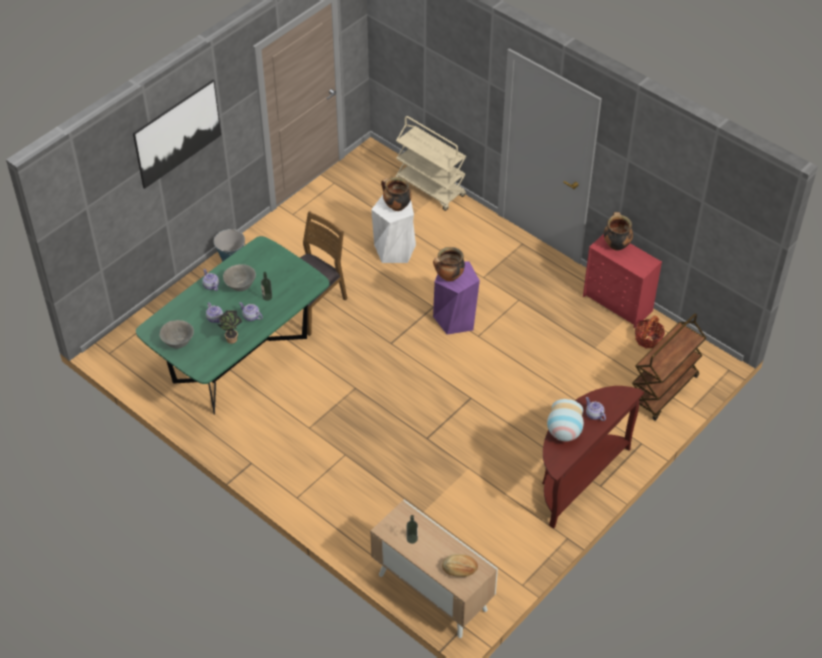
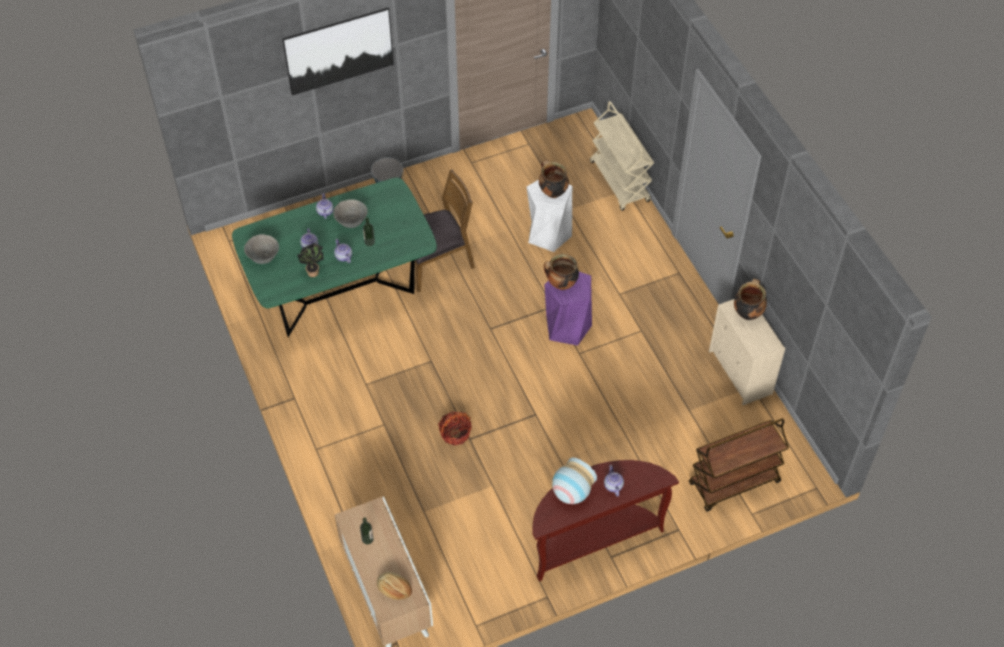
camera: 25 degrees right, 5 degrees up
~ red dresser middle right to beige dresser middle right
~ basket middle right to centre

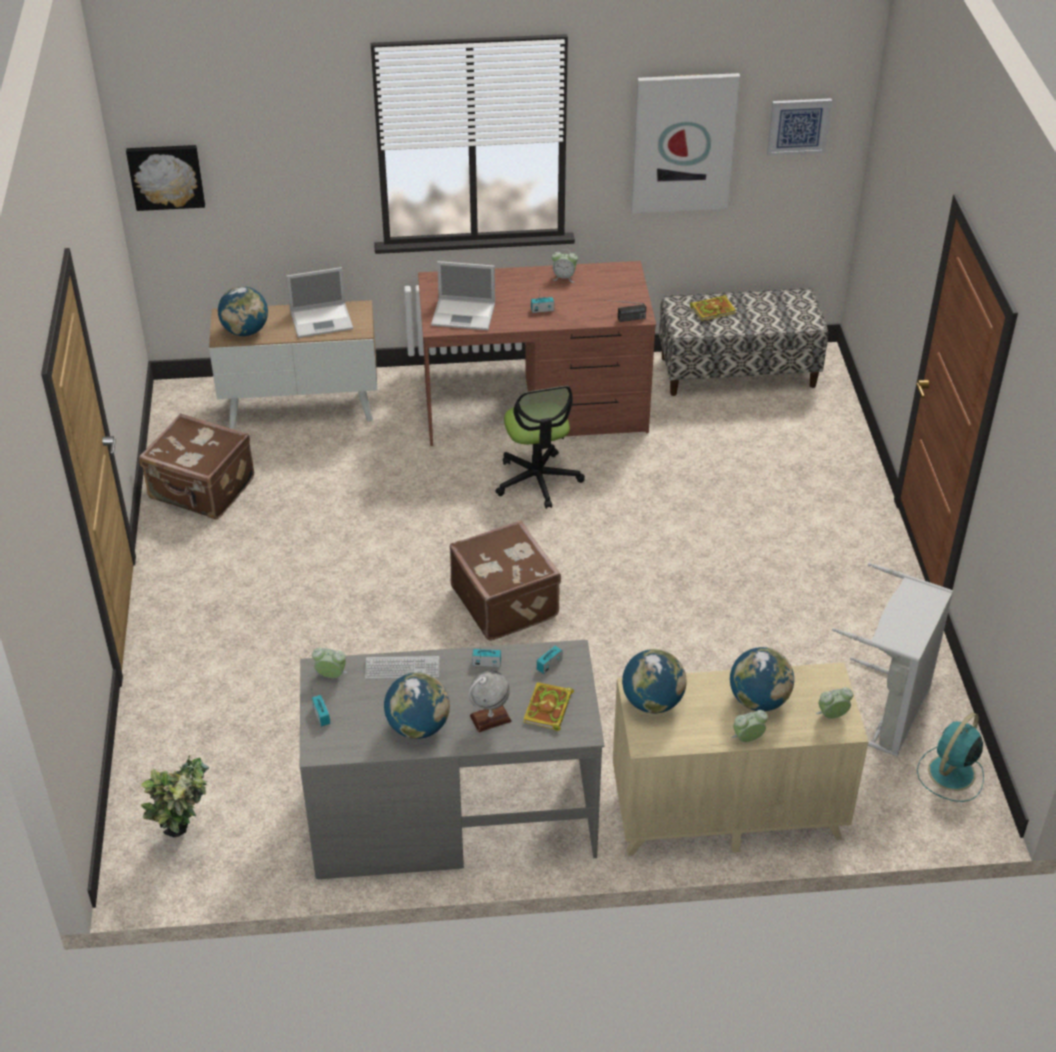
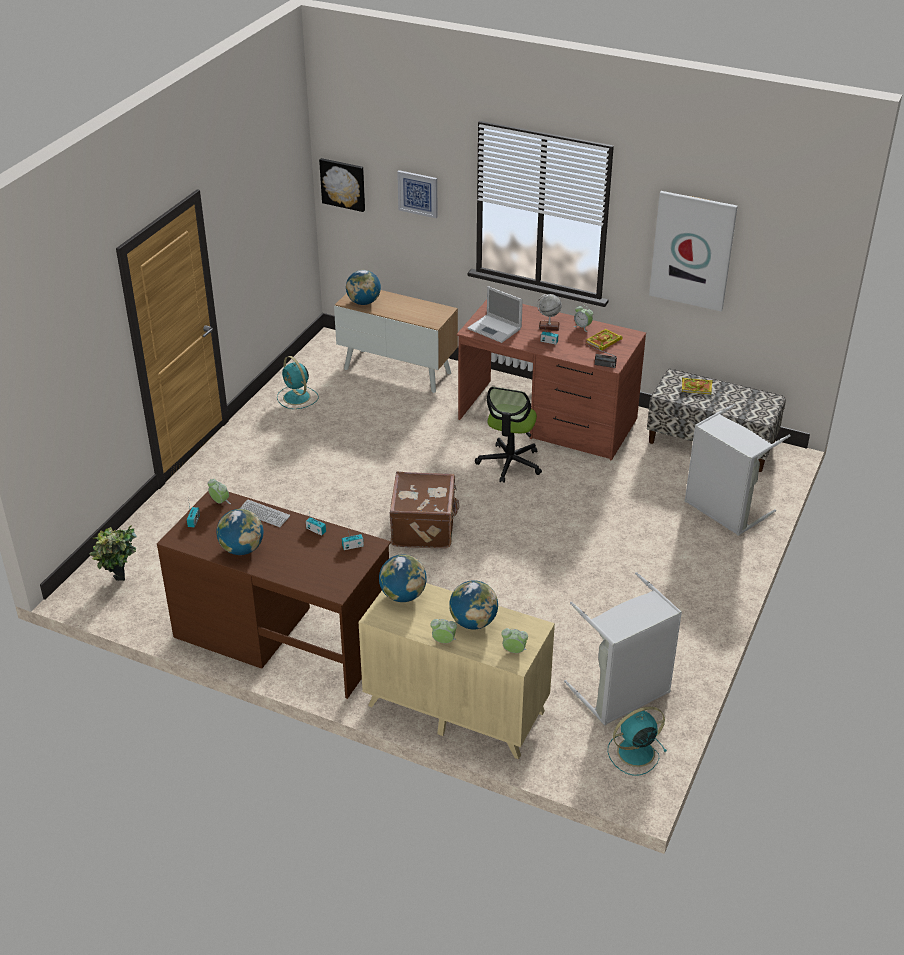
camera: 30 degrees right, 5 degrees down
~ brown suitcase (1st from left) middle left to turquoise fan (1st from left) middle left
- laptop (1st from left) top left
~ grey desk bottom centre to brown desk (1st from left) middle left
~ globe (3rd from left in the first image) centre to globe (5th from left) top centre
~ book (1st from left) bottom centre to middle right
~ picture (3rd from left in the first image) top right to picture (2nd from left) top centre
+ grey laundry basket (2nd from left) middle right

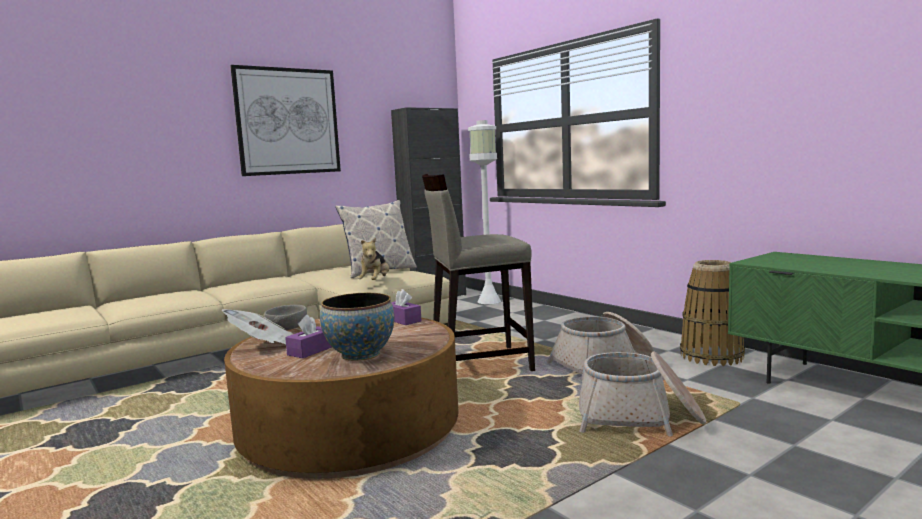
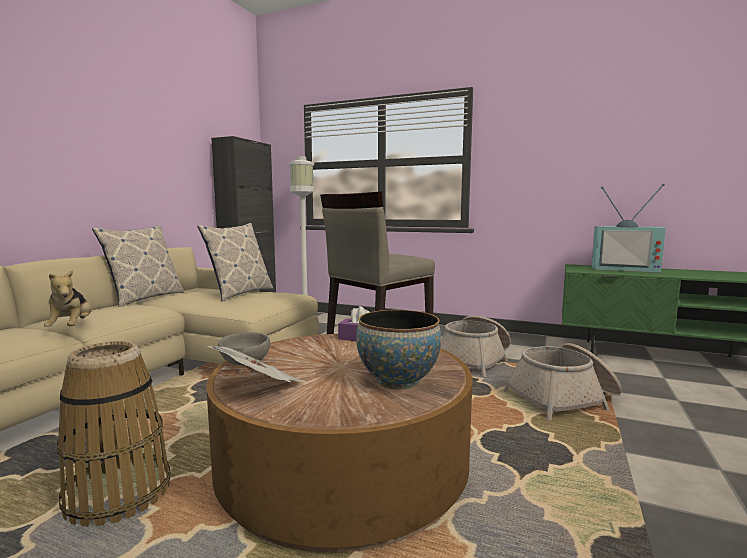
camera: 30 degrees left, 0 degrees up
- picture top left
- purple tissue box (1st from left) centre
~ plush toy centre to middle left
~ basket (3rd from left in the first image) middle right to basket (1st from left) bottom left
+ pillow (1st from left) middle left
+ television middle right

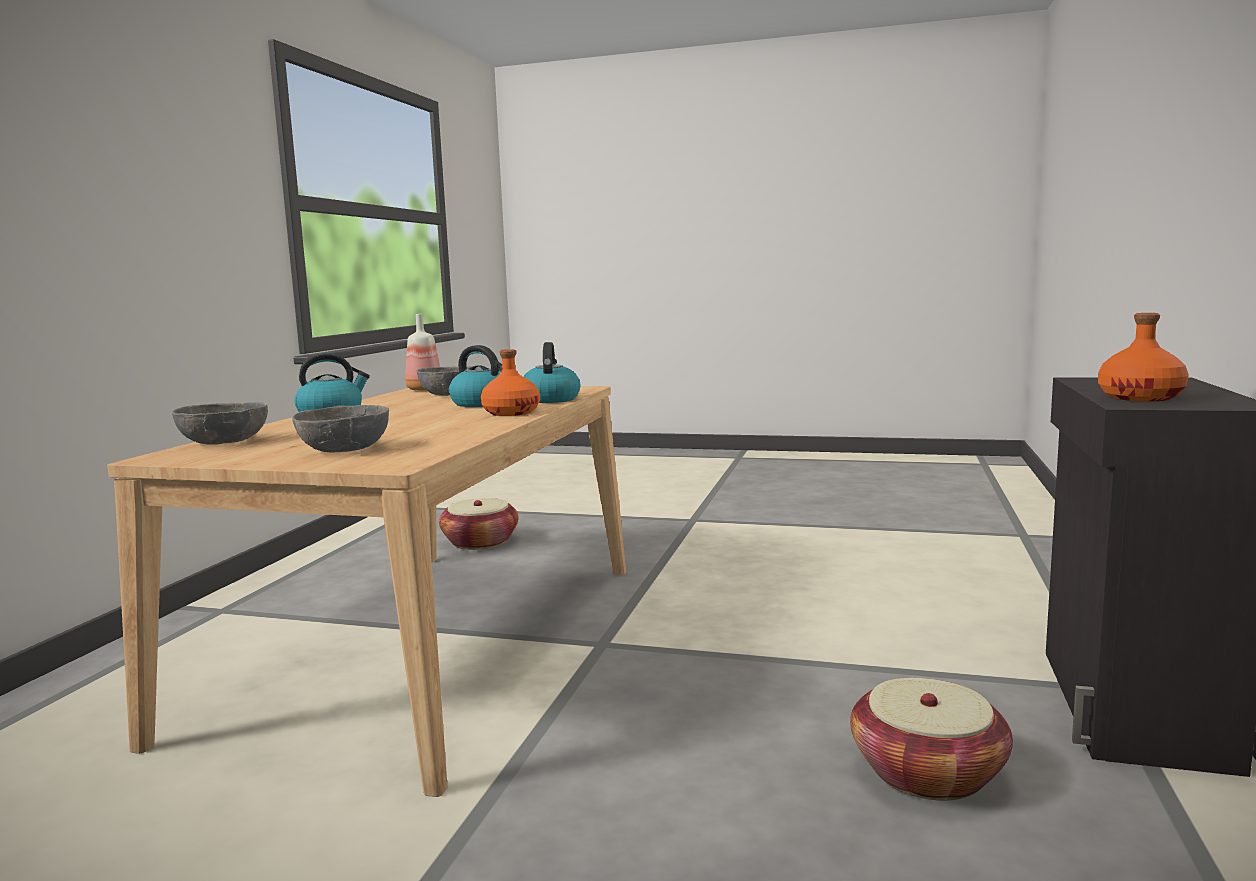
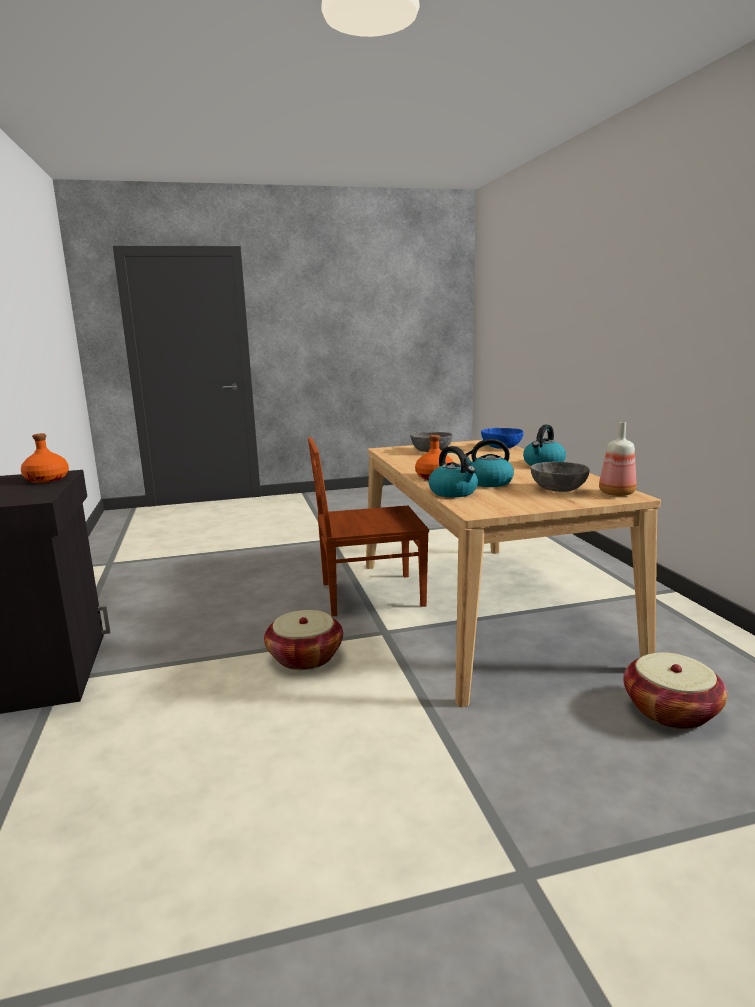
camera: 150 degrees right, 5 degrees up
~ grey bowl (1st from left) middle left to blue bowl centre
~ basket (2nd from left in the first image) bottom right to basket (1st from left) centre
+ brown chair centre

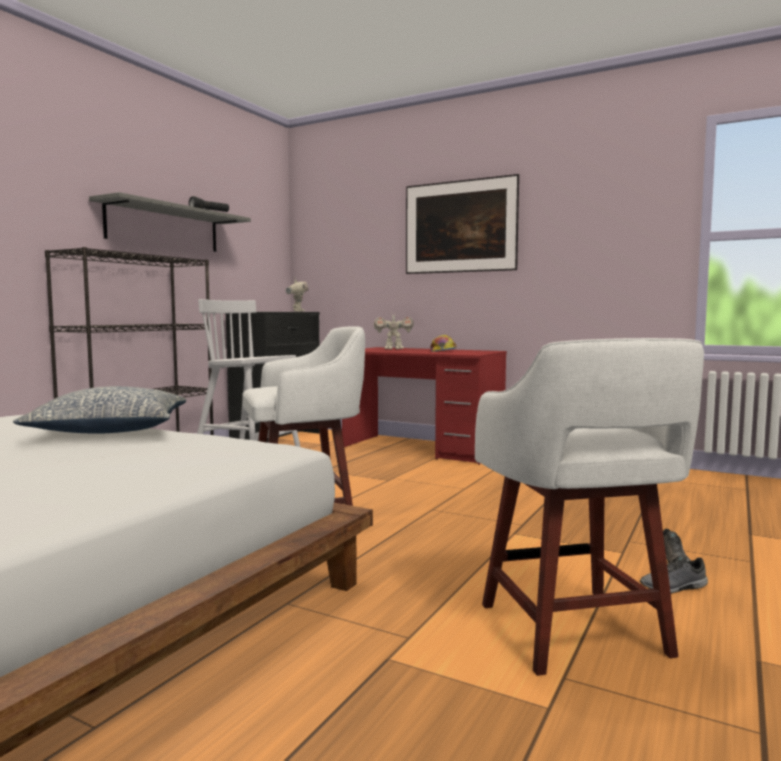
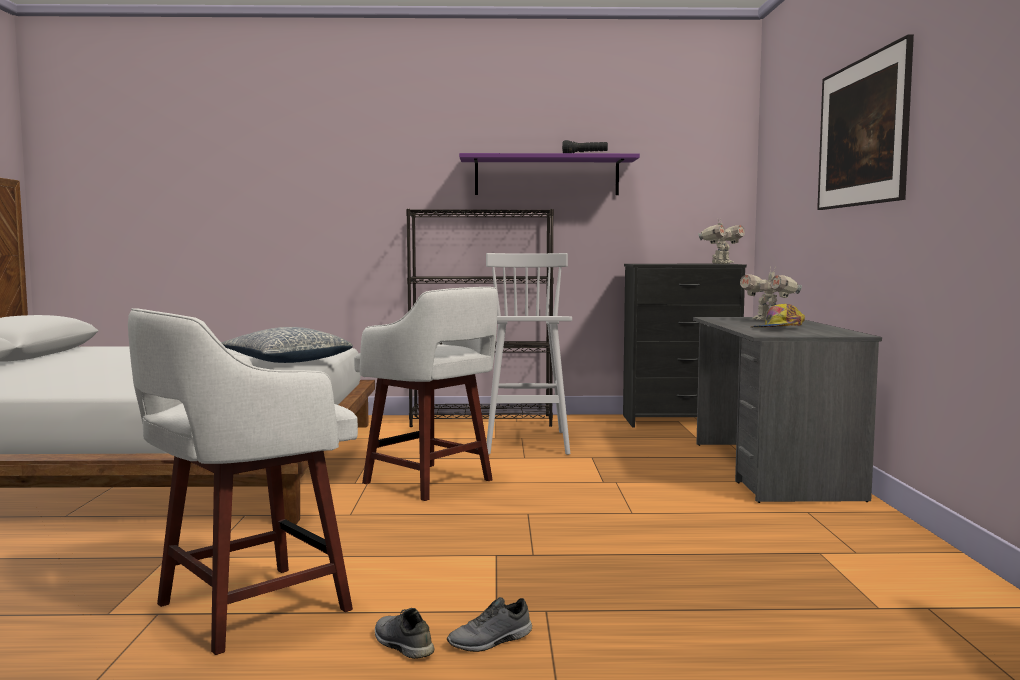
camera: 60 degrees right, 0 degrees up
~ grey shelf top left to purple shelf top centre
~ red desk centre to grey desk middle right

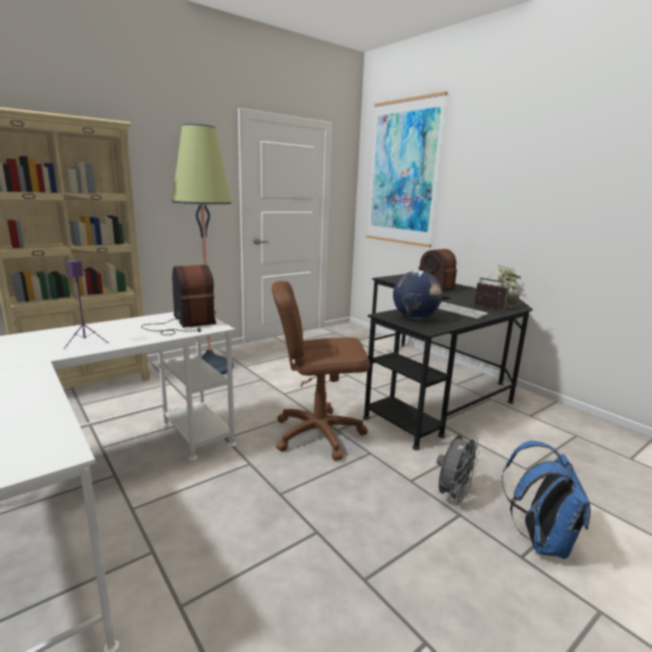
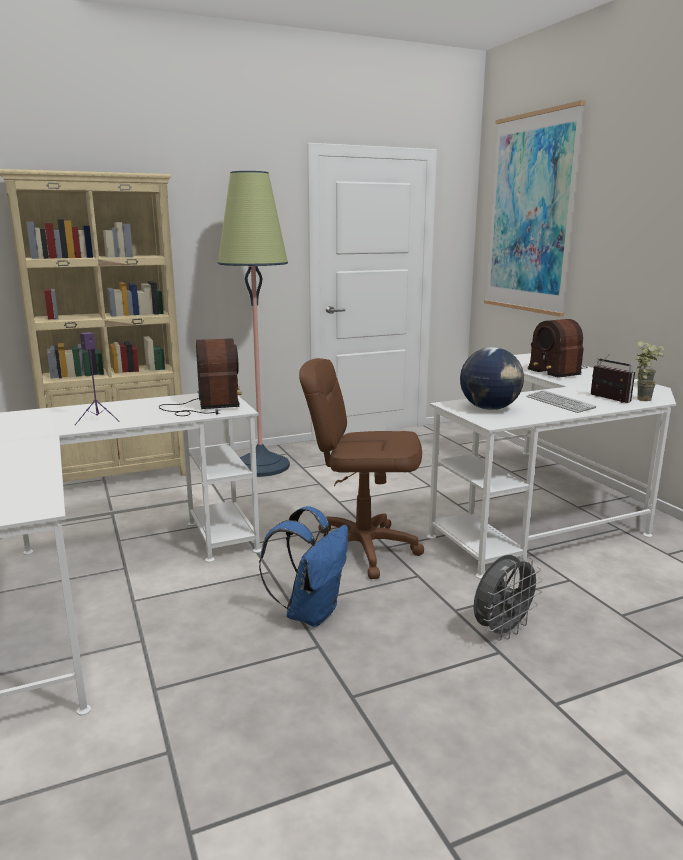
camera: 15 degrees right, 0 degrees up
~ black desk middle right to white desk (2nd from left) middle right
~ blue backpack bottom right to centre

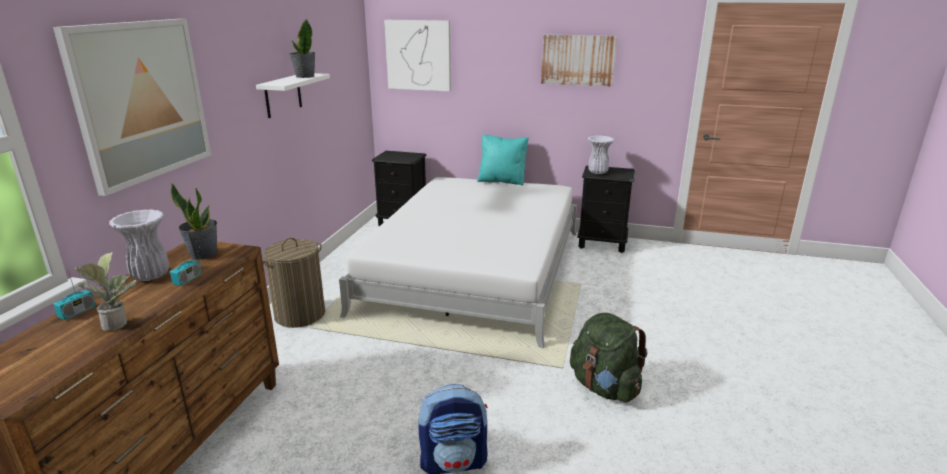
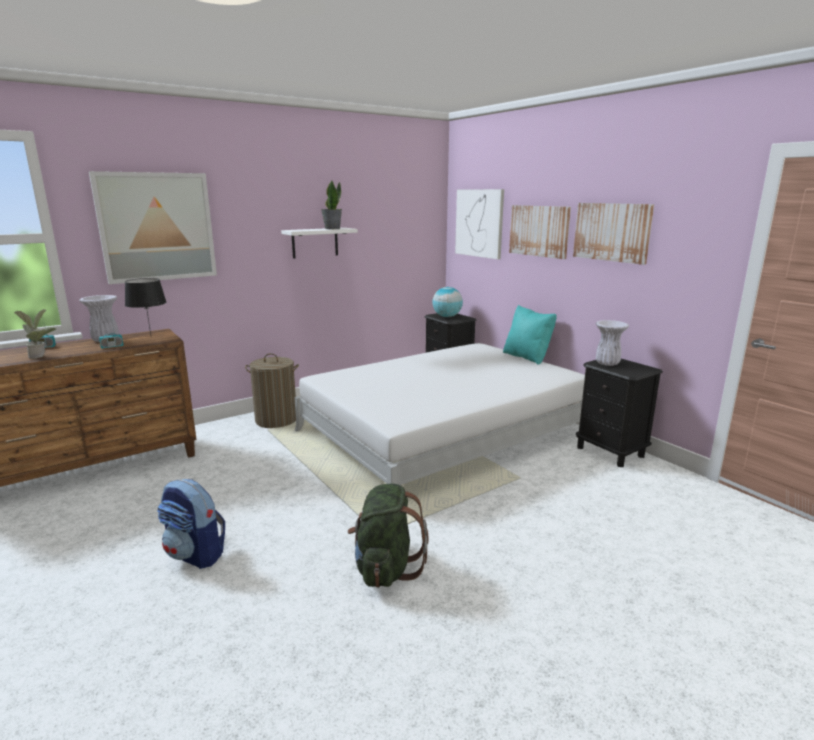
camera: 40 degrees right, 5 degrees down
~ potted plant (2nd from left) middle left to black table lamp middle left
+ globe centre
+ picture (3rd from left) top centre

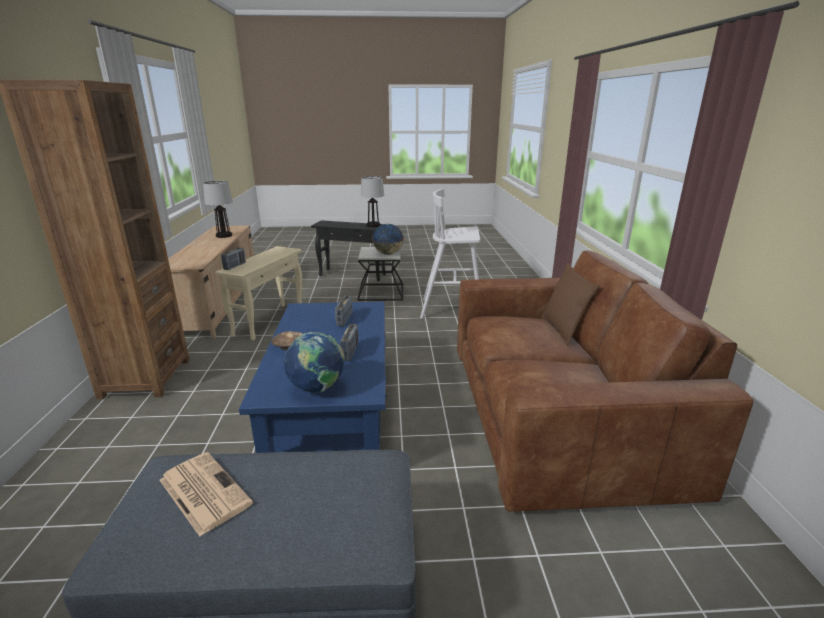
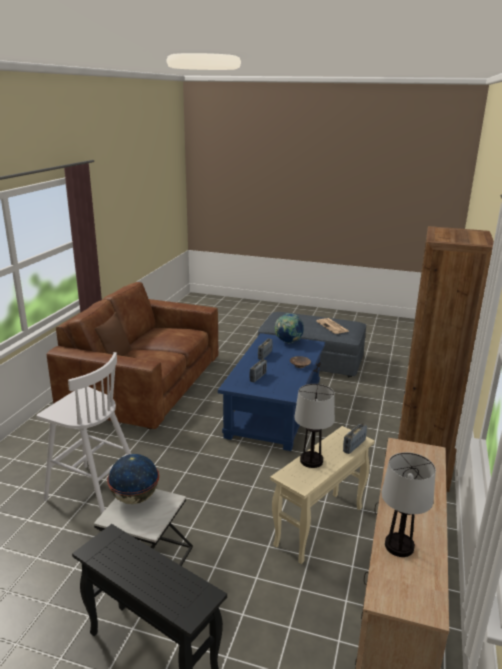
camera: 160 degrees left, 0 degrees up
~ table lamp (2nd from left in the first image) top centre to table lamp (1st from left) centre

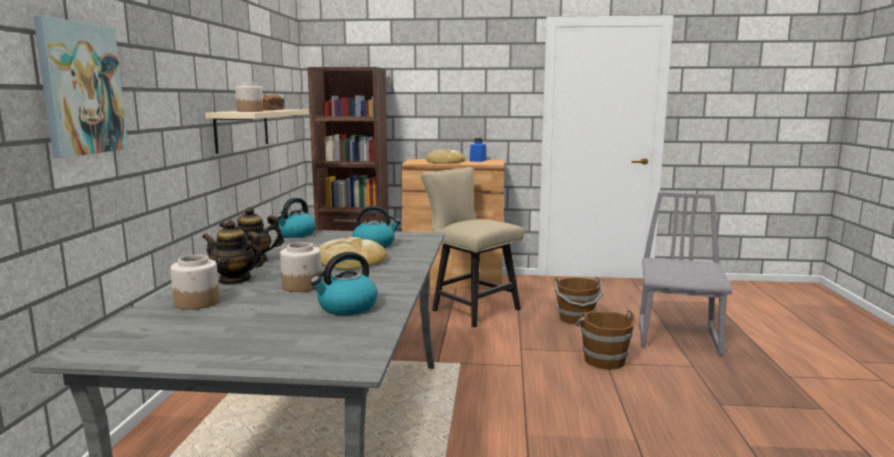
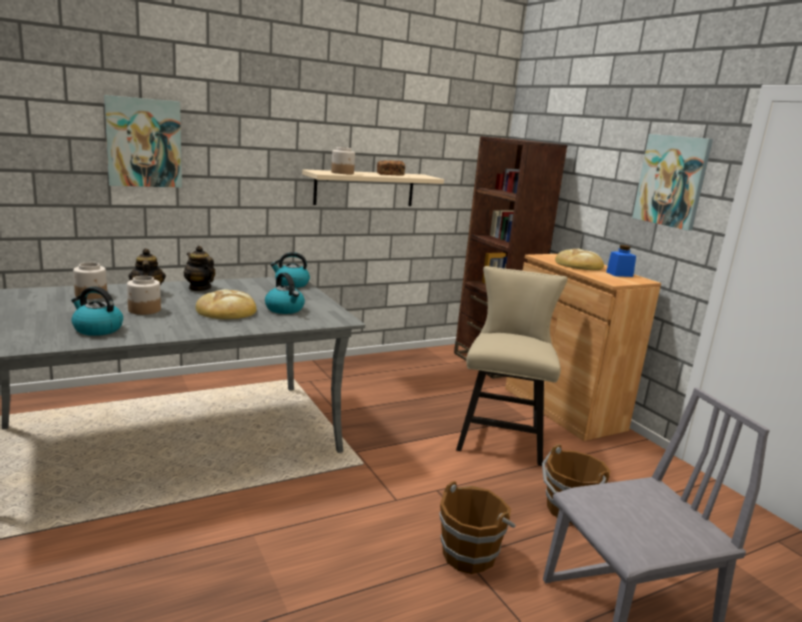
camera: 55 degrees right, 5 degrees up
+ picture (2nd from left) top right

